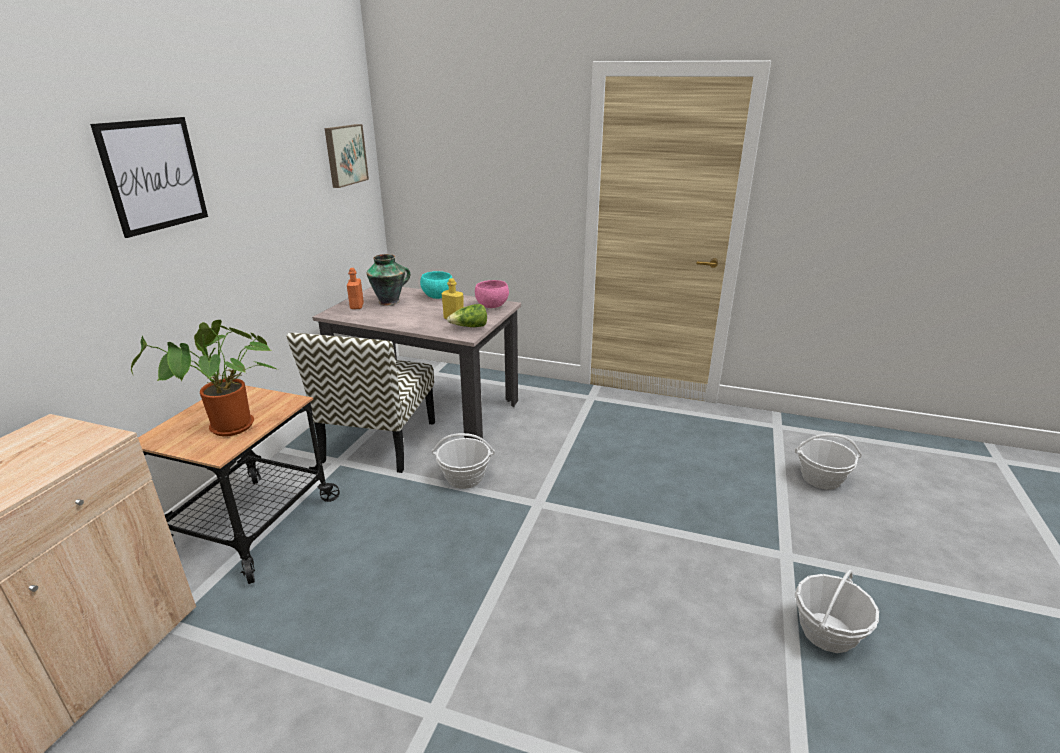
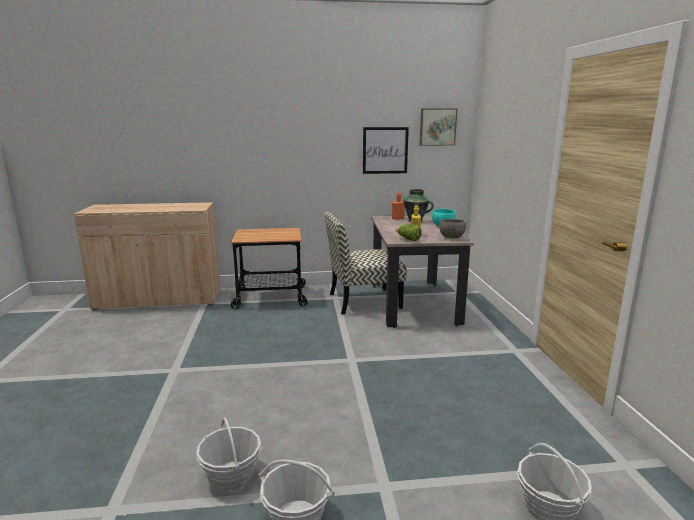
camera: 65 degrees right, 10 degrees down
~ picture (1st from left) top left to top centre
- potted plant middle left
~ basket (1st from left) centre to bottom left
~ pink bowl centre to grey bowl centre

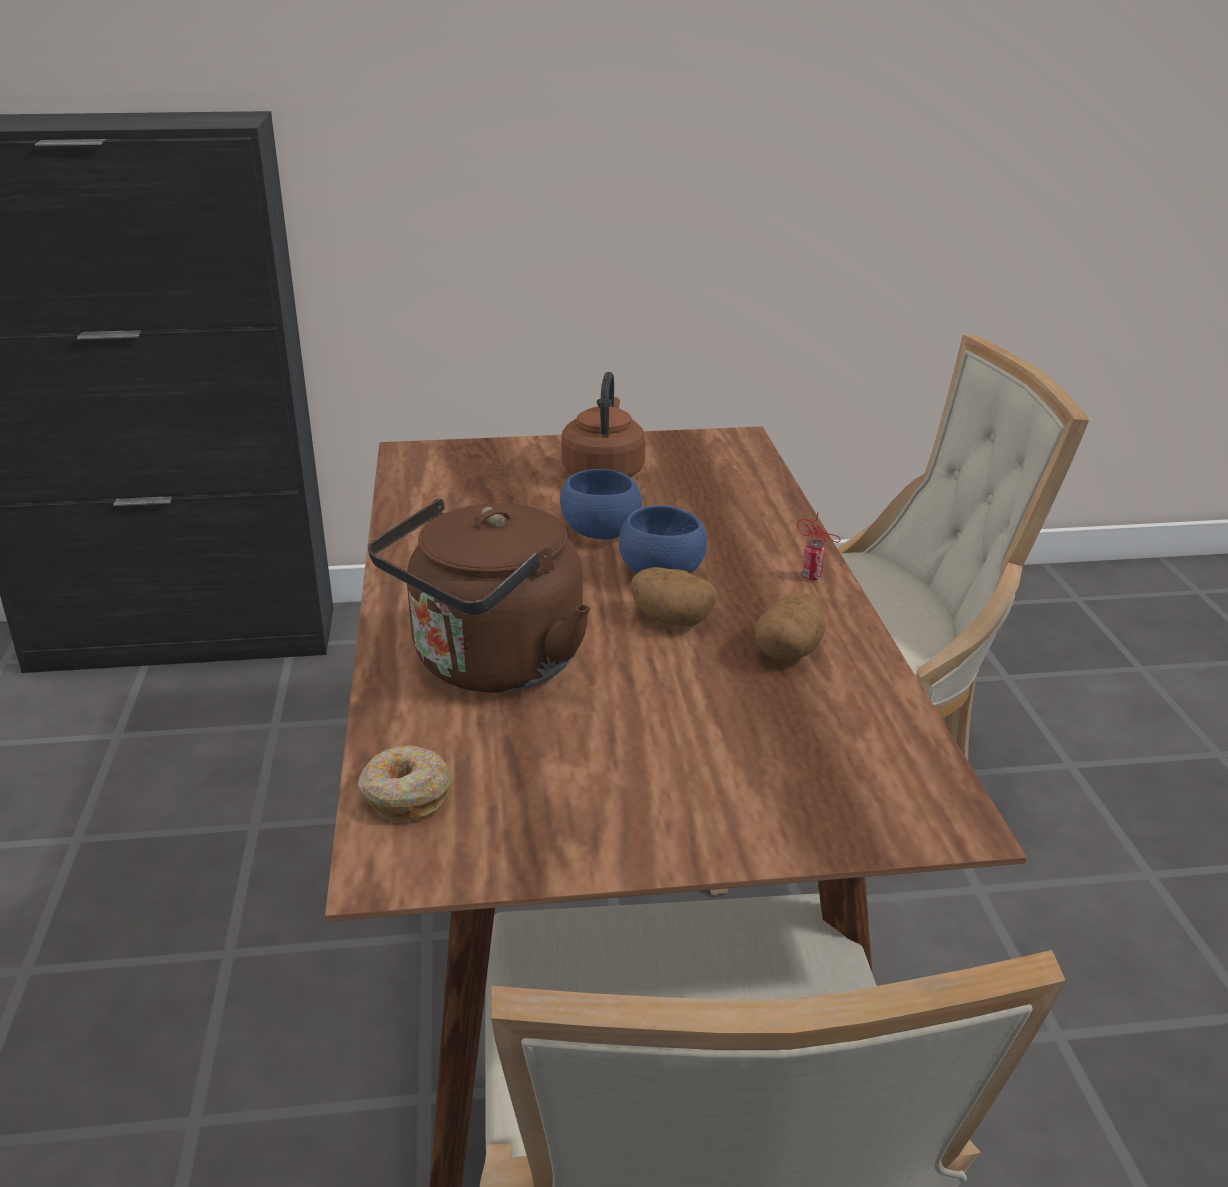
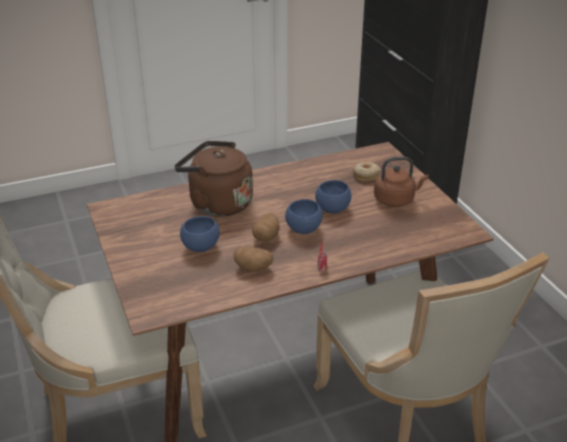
camera: 75 degrees right, 5 degrees up
~ donut middle left to centre
+ blue bowl (1st from left) centre

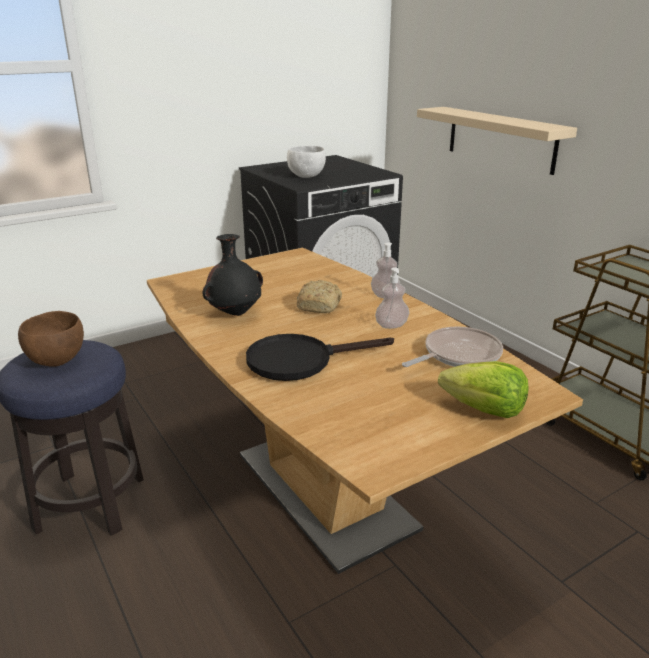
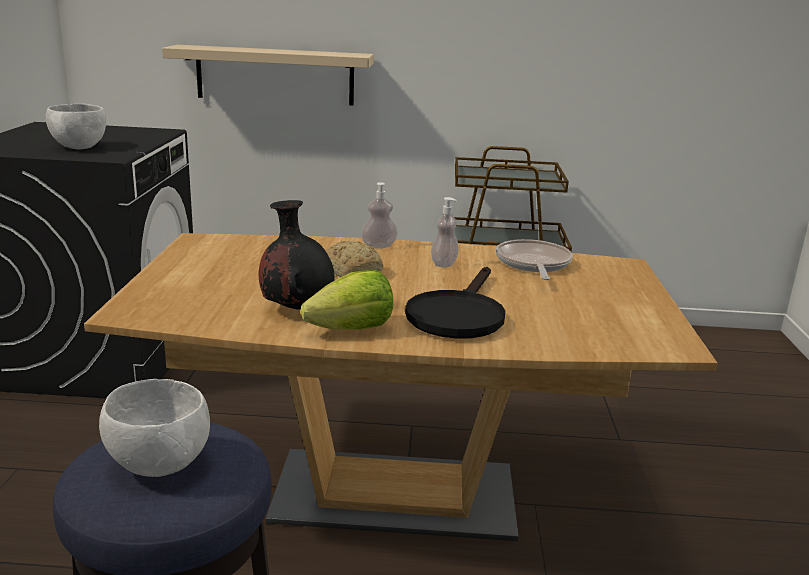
camera: 55 degrees left, 5 degrees down
~ brown bowl middle left to white bowl (2nd from left) bottom left
~ lettuce middle right to centre

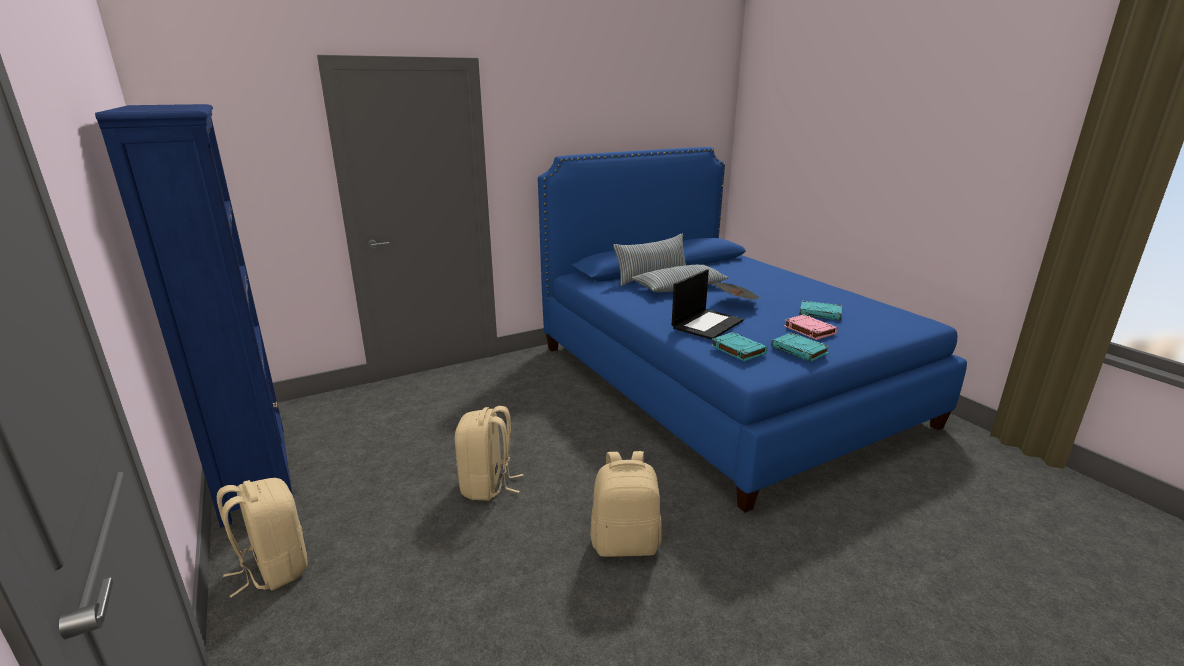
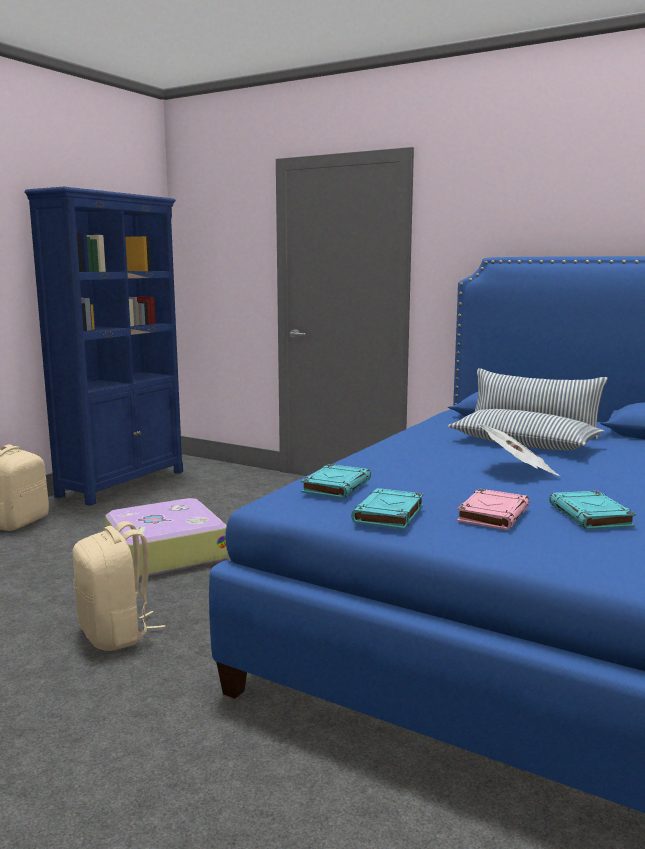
camera: 60 degrees right, 10 degrees down
~ beige backpack (2nd from left) bottom centre to suitcase middle left
- laptop centre

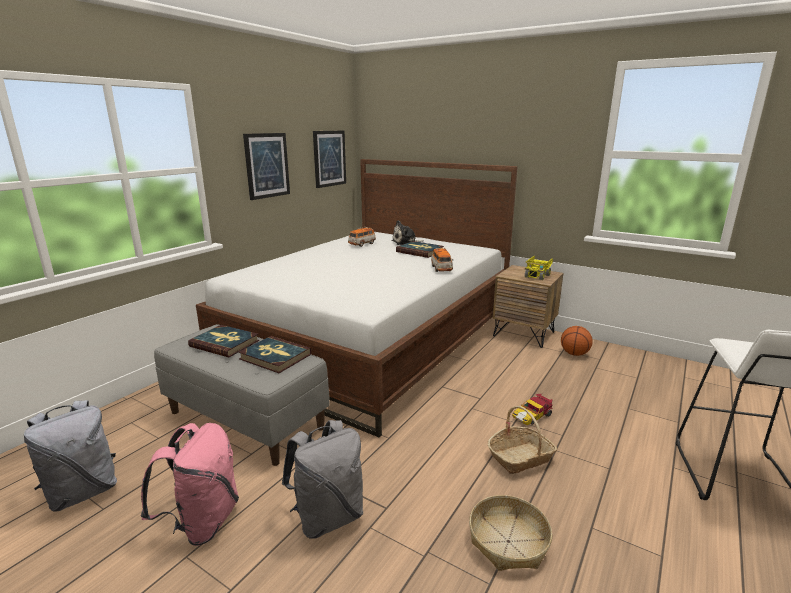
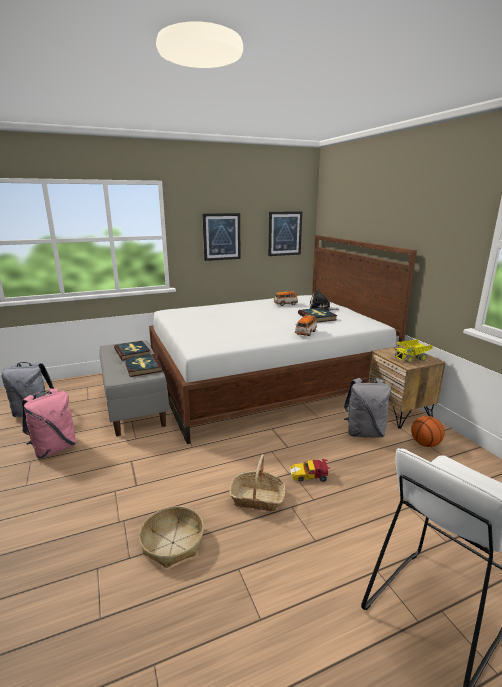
camera: 35 degrees right, 0 degrees up
~ grey backpack (2nd from left) bottom centre to middle right

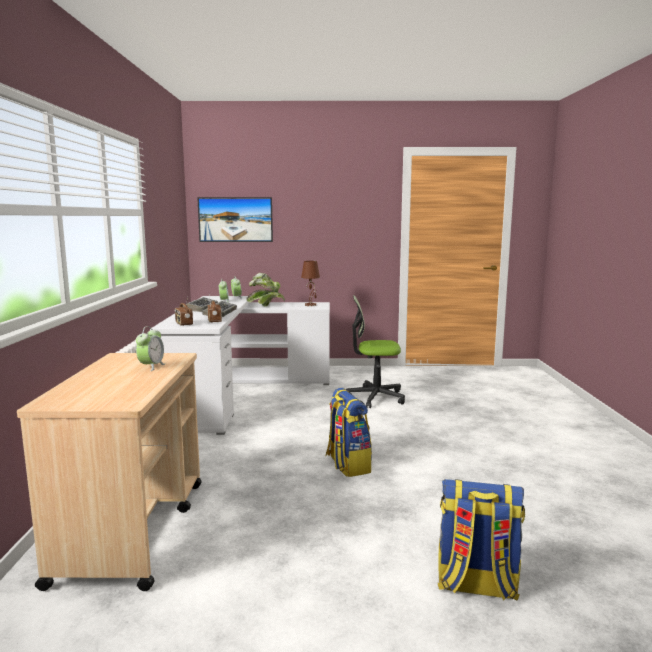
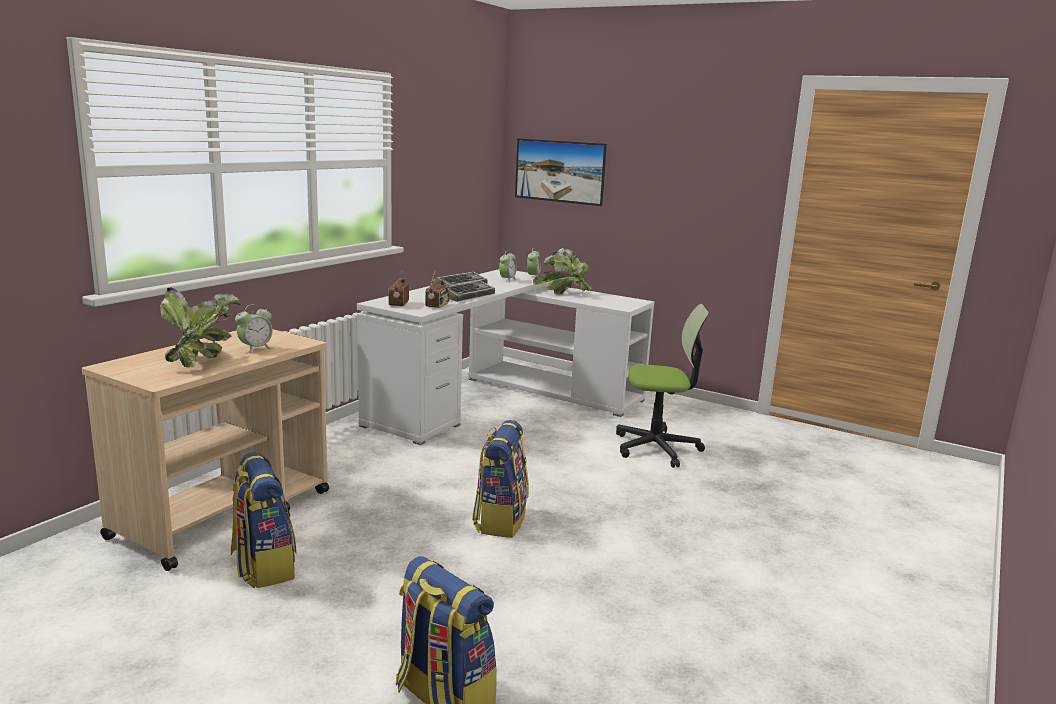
camera: 30 degrees right, 5 degrees up
- brown table lamp centre
~ office chair centre = centre 150 degrees clockwise
+ potted plant (1st from left) middle left
+ backpack (1st from left) bottom left

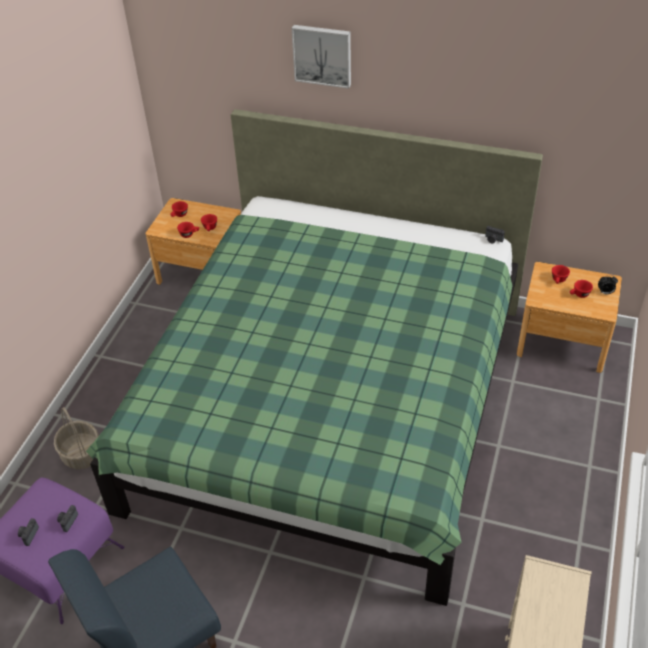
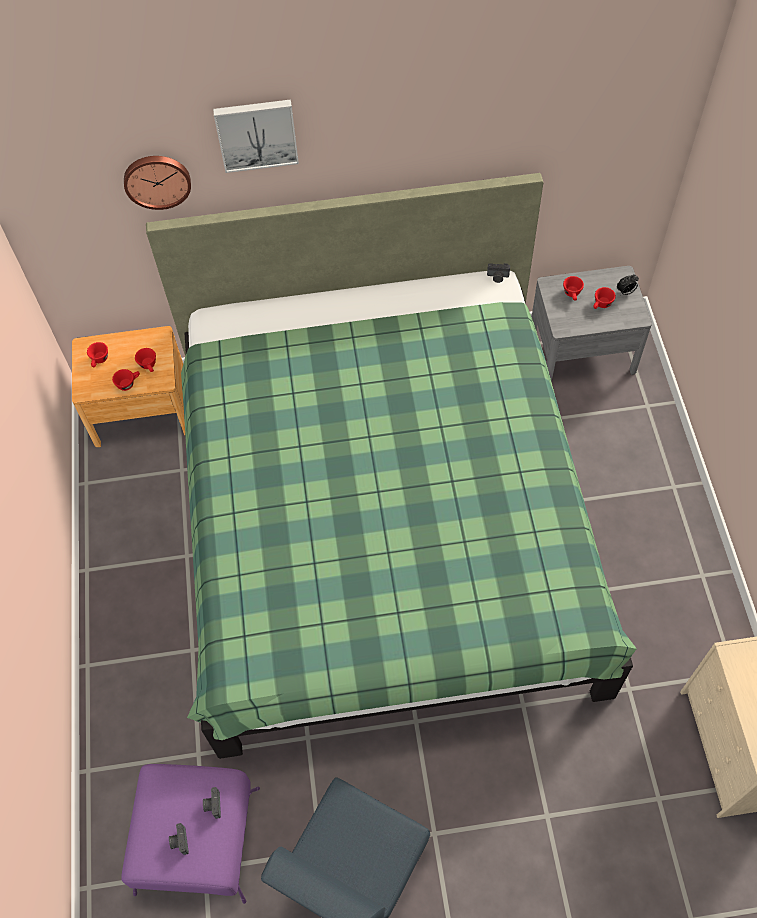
camera: 25 degrees left, 15 degrees up
- basket bottom left
~ brown nightstand (2nd from left) middle right to grey nightstand middle right
+ wall clock top left

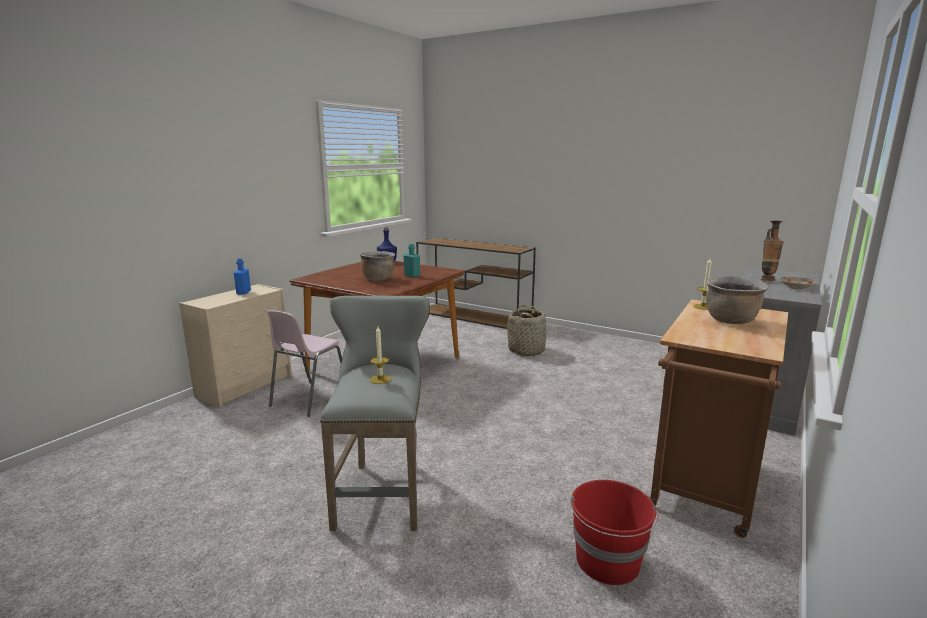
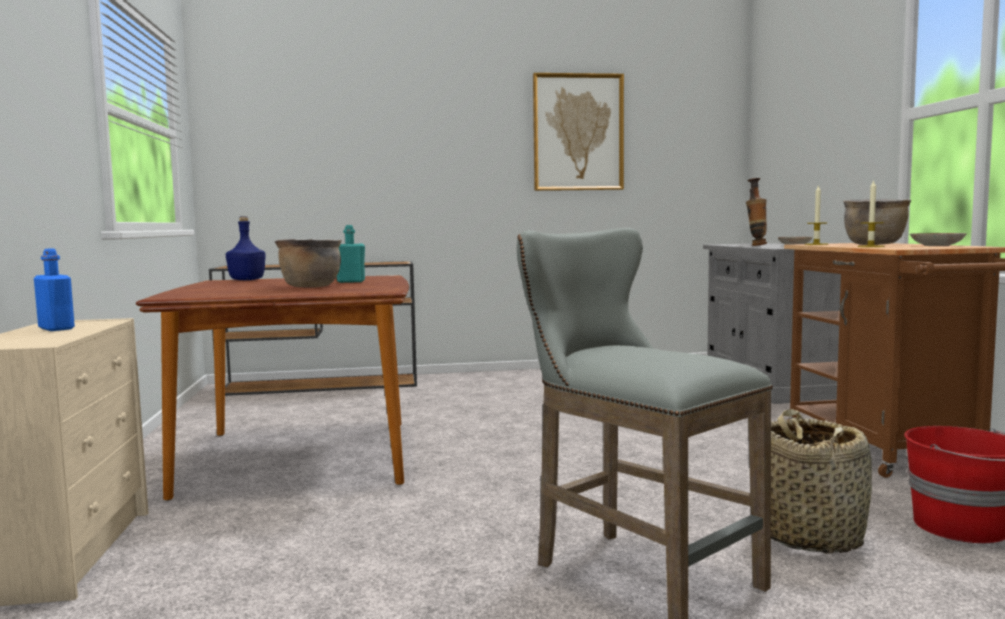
camera: 40 degrees left, 10 degrees down
- pink chair middle left
~ candle (1st from left in the first image) centre to candle (2nd from left) middle right
~ basket centre to bottom right
+ picture top centre
+ plate (2nd from left) middle right

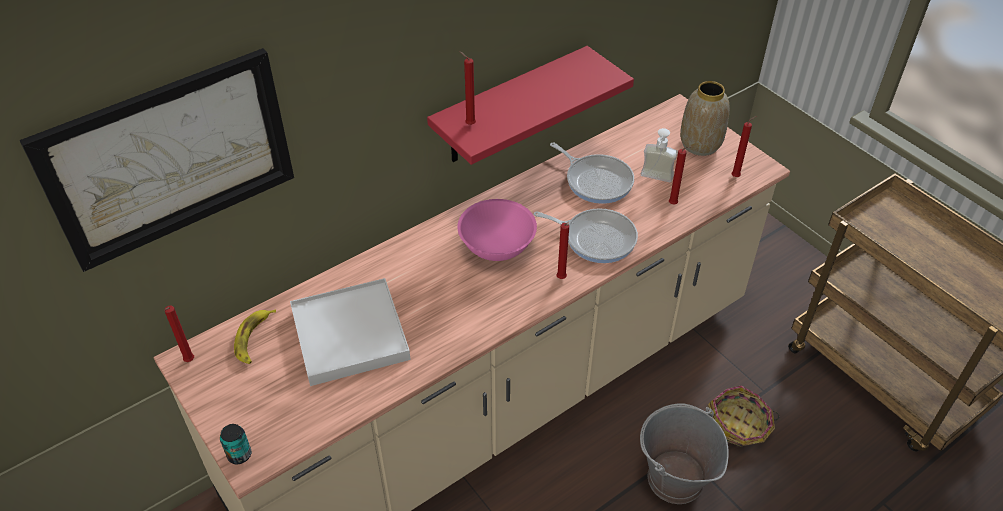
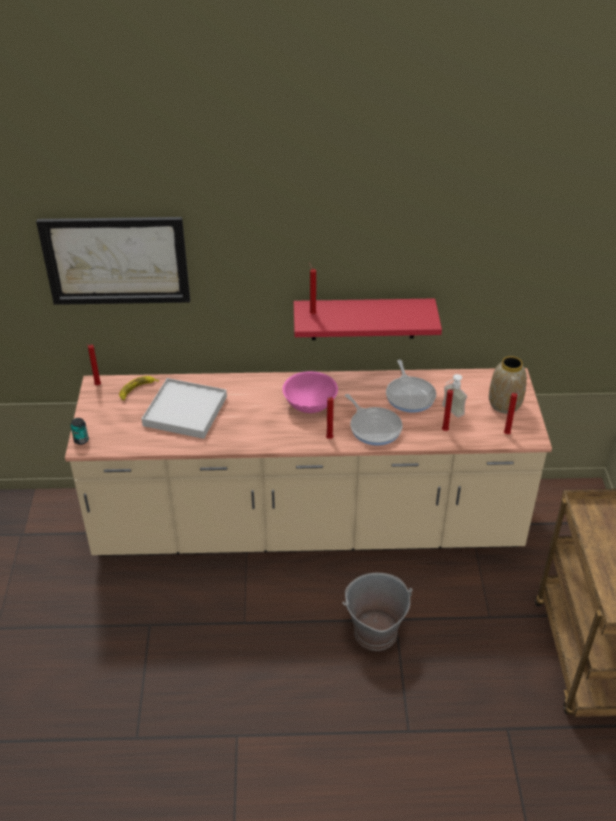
camera: 35 degrees right, 5 degrees down
- basket bottom right

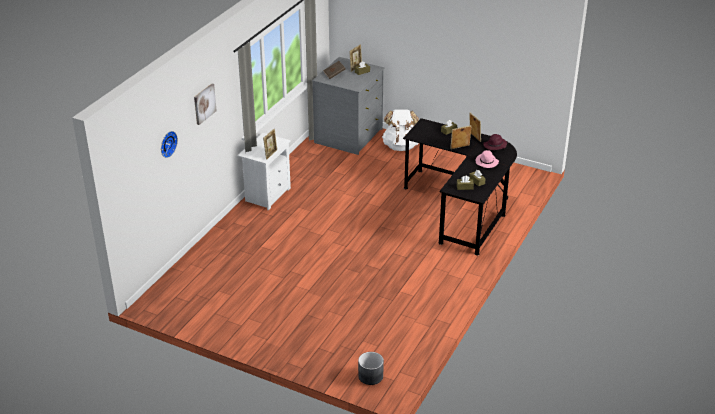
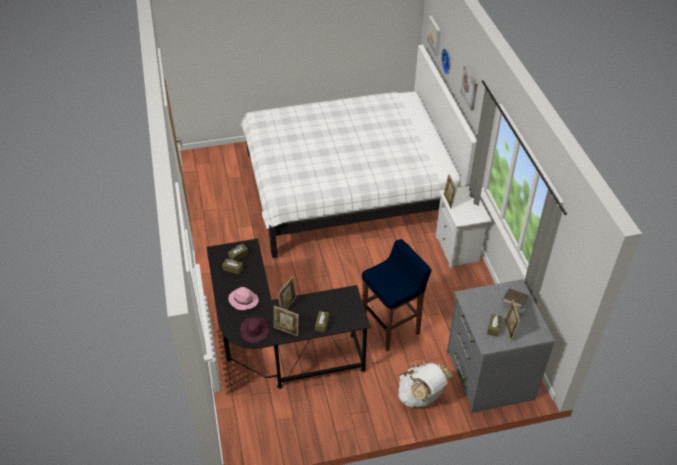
camera: 140 degrees right, 10 degrees up
- grey planter bottom centre
+ white bed top centre
+ blue stool centre
+ picture (1st from left) top centre

